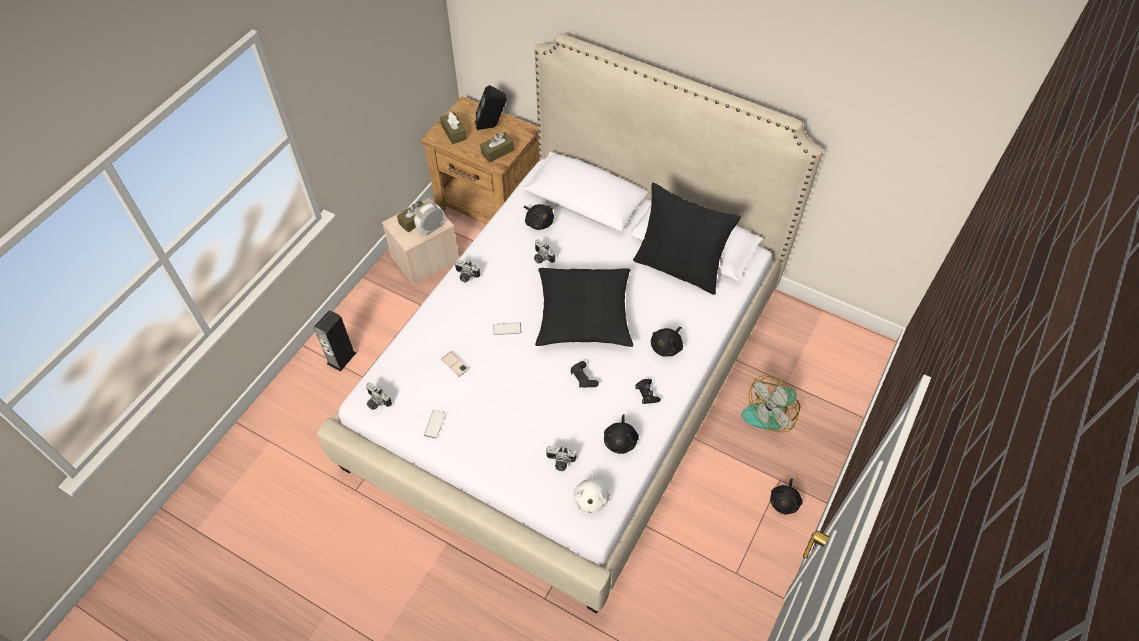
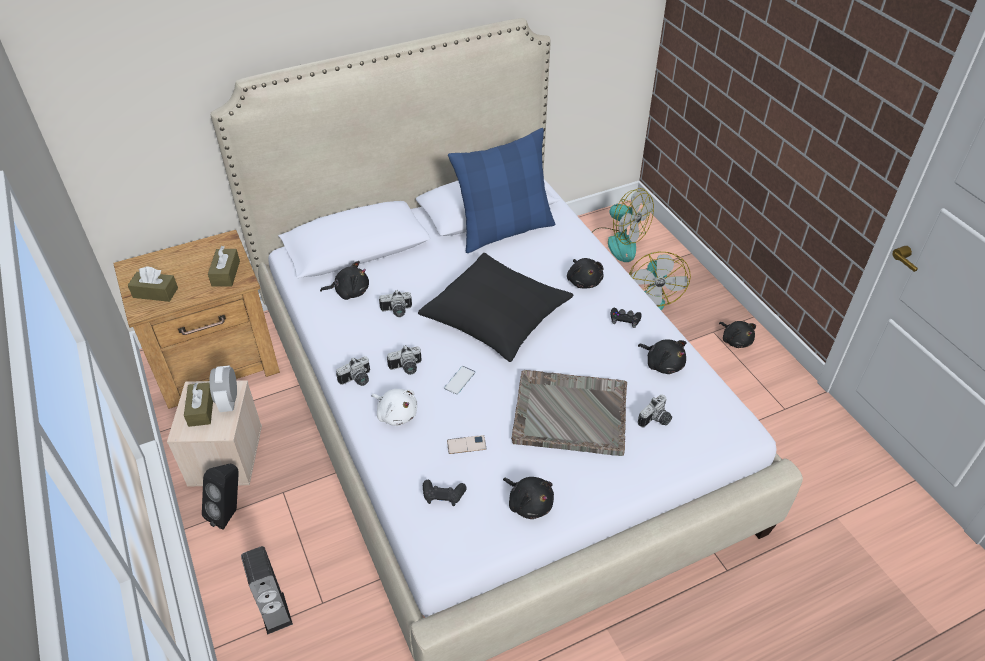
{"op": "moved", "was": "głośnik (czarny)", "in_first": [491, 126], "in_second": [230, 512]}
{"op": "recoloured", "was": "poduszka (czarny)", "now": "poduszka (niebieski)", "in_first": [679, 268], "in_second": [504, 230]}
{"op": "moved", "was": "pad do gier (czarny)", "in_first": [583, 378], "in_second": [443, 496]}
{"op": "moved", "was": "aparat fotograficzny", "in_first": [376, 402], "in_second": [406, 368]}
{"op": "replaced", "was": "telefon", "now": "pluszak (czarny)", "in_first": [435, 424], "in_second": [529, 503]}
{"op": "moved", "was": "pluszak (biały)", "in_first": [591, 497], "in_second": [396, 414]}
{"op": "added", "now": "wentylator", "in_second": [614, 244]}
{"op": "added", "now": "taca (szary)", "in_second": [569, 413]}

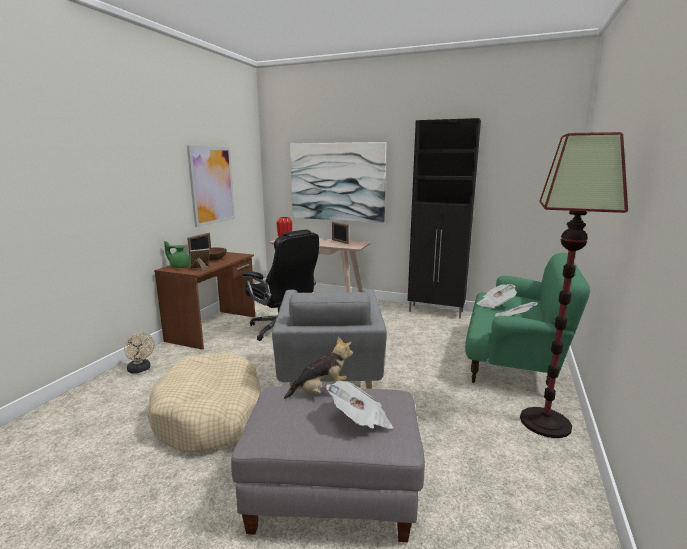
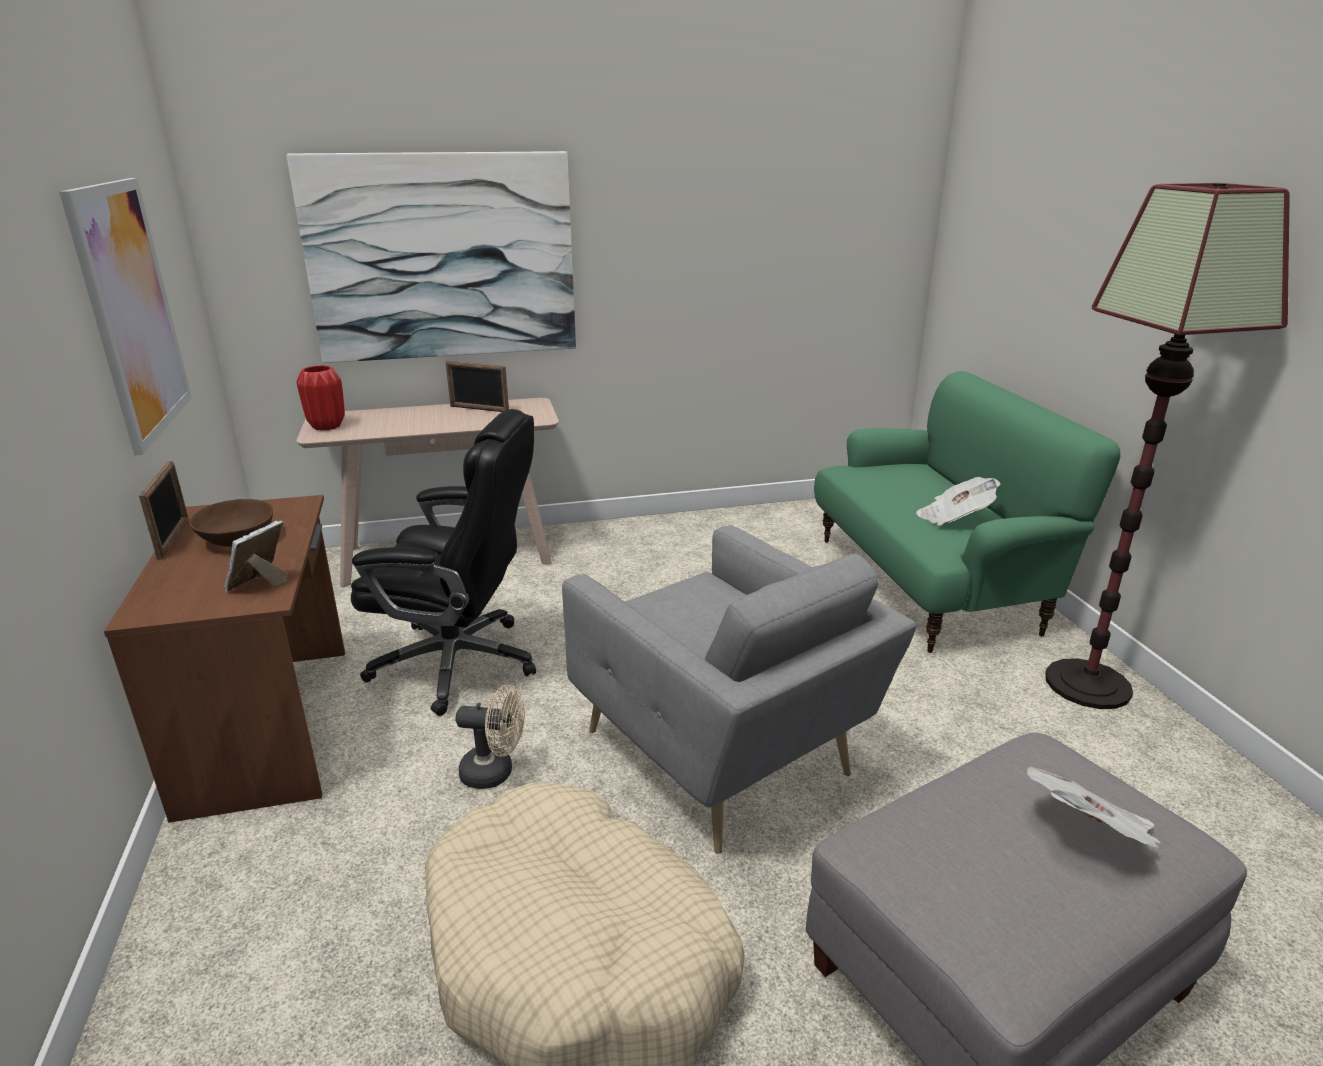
{"op": "removed", "was": "szafka (czarny)", "in_first": [436, 311]}
{"op": "removed", "was": "imbryk (zielony)", "in_first": [179, 266]}
{"op": "removed", "was": "gazeta", "in_first": [495, 305]}
{"op": "moved", "was": "wentylator (beżowy)", "in_first": [140, 369], "in_second": [495, 772]}
{"op": "removed", "was": "pluszak", "in_first": [321, 392]}

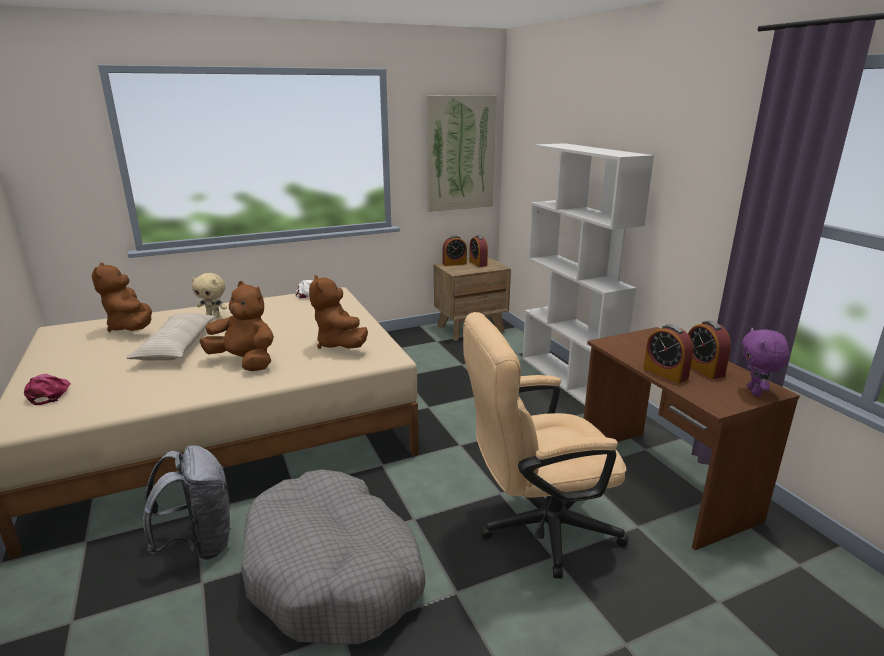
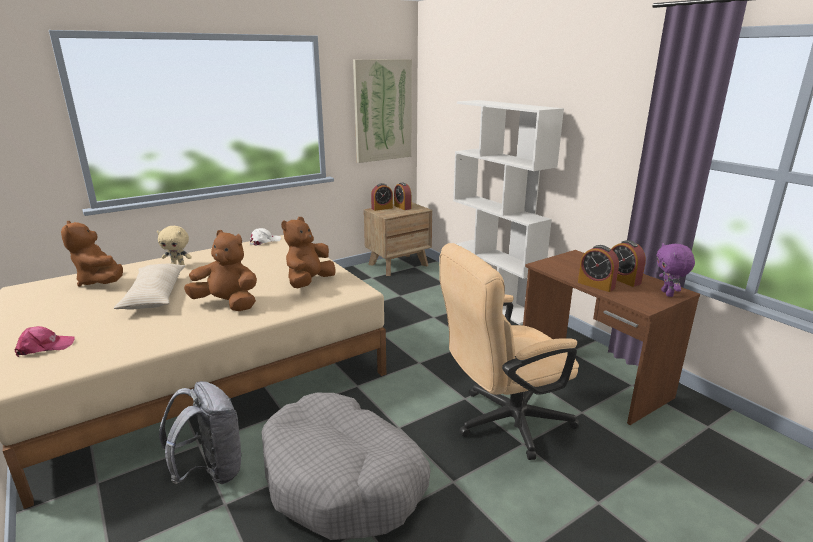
{"op": "turned", "was": "pluszak (brązowy)", "in_first": [340, 344], "in_second": [309, 283], "clockwise": 60}
{"op": "turned", "was": "czapka z daszkiem (różowy)", "in_first": [49, 393], "in_second": [44, 347], "clockwise": 90}

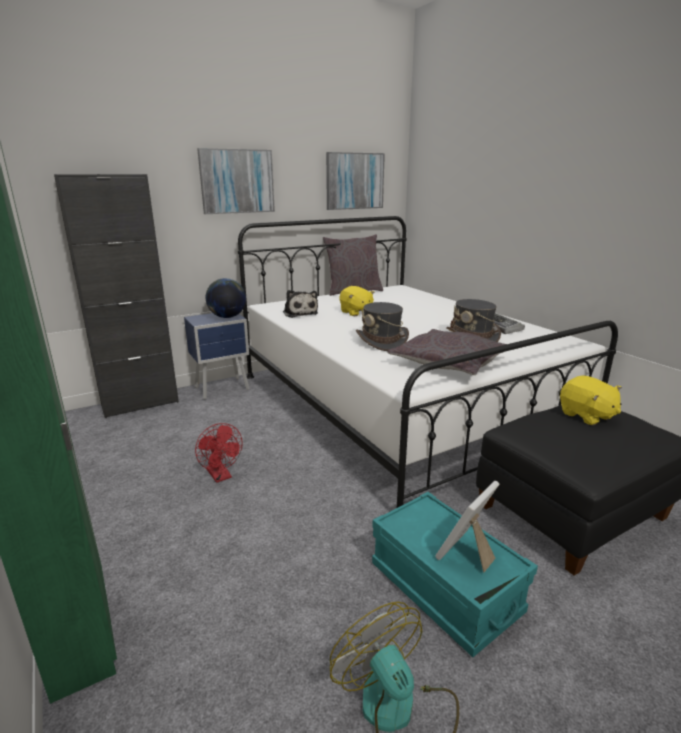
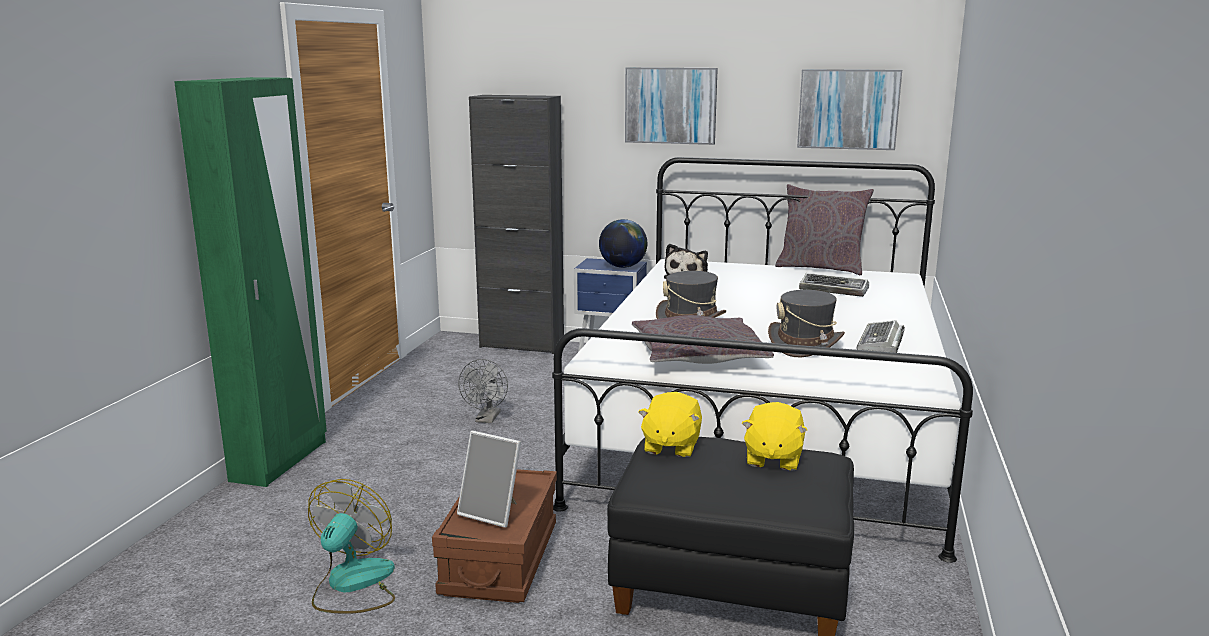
{"op": "moved", "was": "pluszak (żółty)", "in_first": [355, 312], "in_second": [670, 446]}
{"op": "recoloured", "was": "wentylator (czerwony)", "now": "wentylator (szary)", "in_first": [221, 476], "in_second": [487, 419]}
{"op": "turned", "was": "ramka na zdjęcie", "in_first": [466, 553], "in_second": [493, 512], "clockwise": -150}
{"op": "recoloured", "was": "pojemnik do przechowywania (turkusowy)", "now": "pojemnik do przechowywania (brązowy)", "in_first": [444, 588], "in_second": [500, 559]}
{"op": "added", "now": "klawiatura", "in_second": [834, 290]}

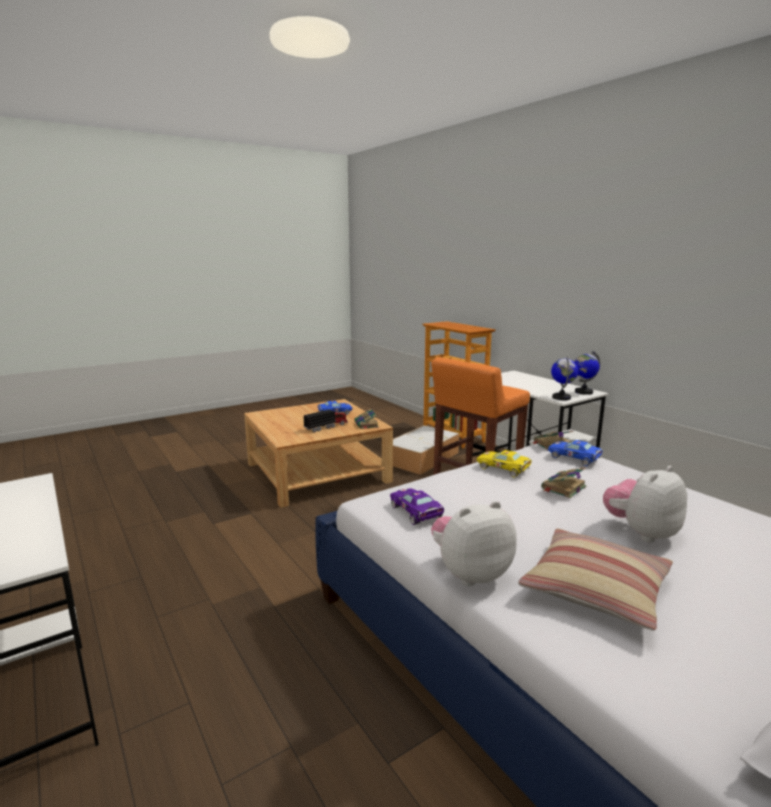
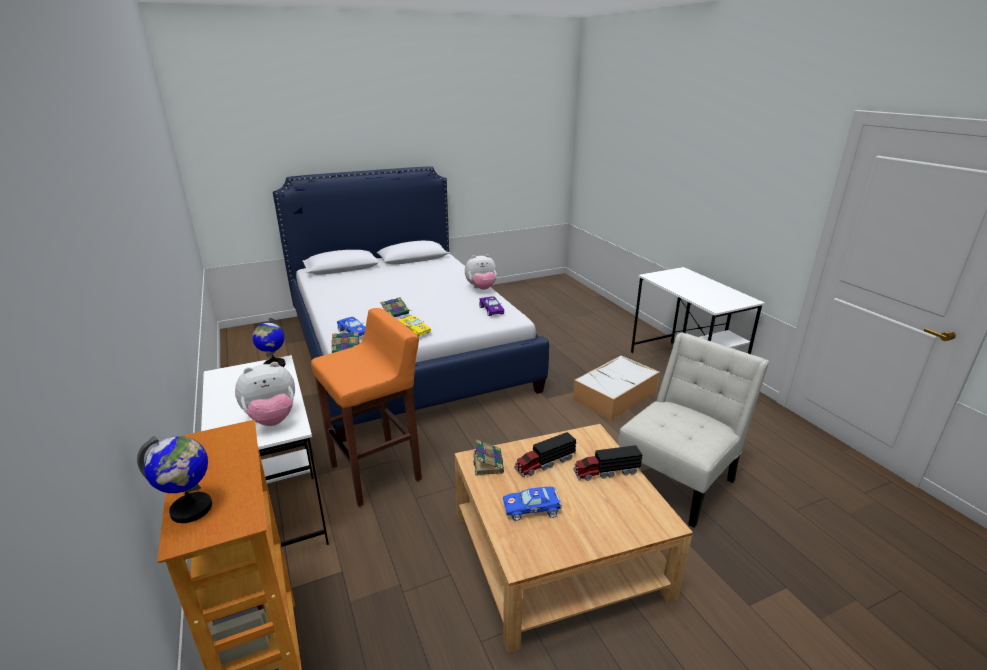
{"op": "moved", "was": "globus", "in_first": [583, 392], "in_second": [191, 509]}
{"op": "moved", "was": "pojemnik do przechowywania", "in_first": [422, 457], "in_second": [614, 396]}
{"op": "moved", "was": "pluszak", "in_first": [641, 532], "in_second": [272, 419]}
{"op": "removed", "was": "poduszka", "in_first": [595, 588]}
{"op": "added", "now": "krzesło (biały)", "in_second": [678, 479]}
{"op": "added", "now": "ciężarówka zabawkowa", "in_second": [605, 472]}

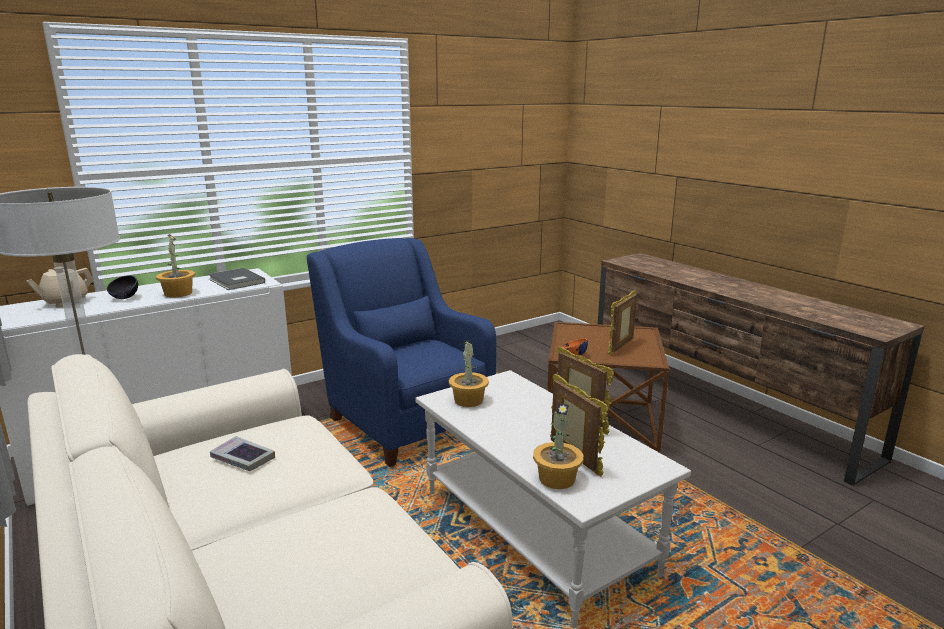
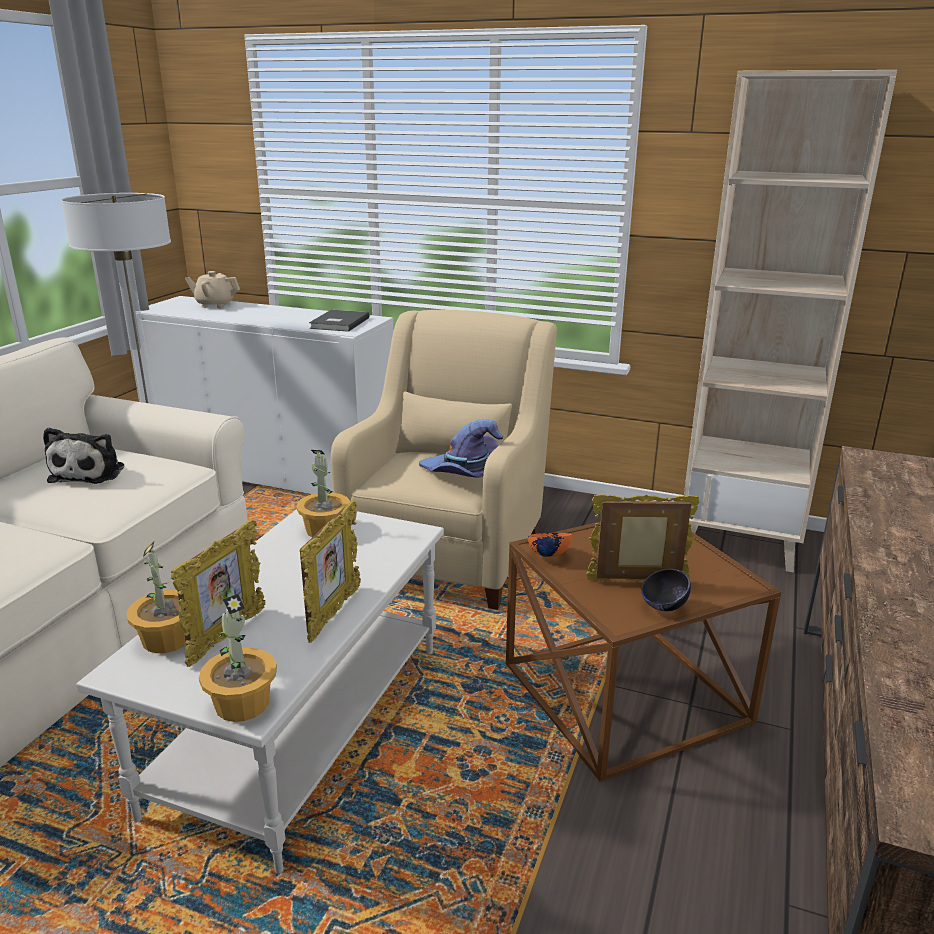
{"op": "moved", "was": "roślina doniczkowa", "in_first": [178, 293], "in_second": [242, 703]}
{"op": "recoloured", "was": "fotel (niebieski)", "now": "fotel (beżowy)", "in_first": [405, 420], "in_second": [450, 551]}
{"op": "moved", "was": "miska (czarny)", "in_first": [124, 298], "in_second": [663, 606]}
{"op": "replaced", "was": "książka", "now": "pluszak", "in_first": [243, 458], "in_second": [90, 472]}
{"op": "added", "now": "regał (beżowy)", "in_second": [740, 541]}
{"op": "added", "now": "kapelusz (fioletowy)", "in_second": [465, 473]}

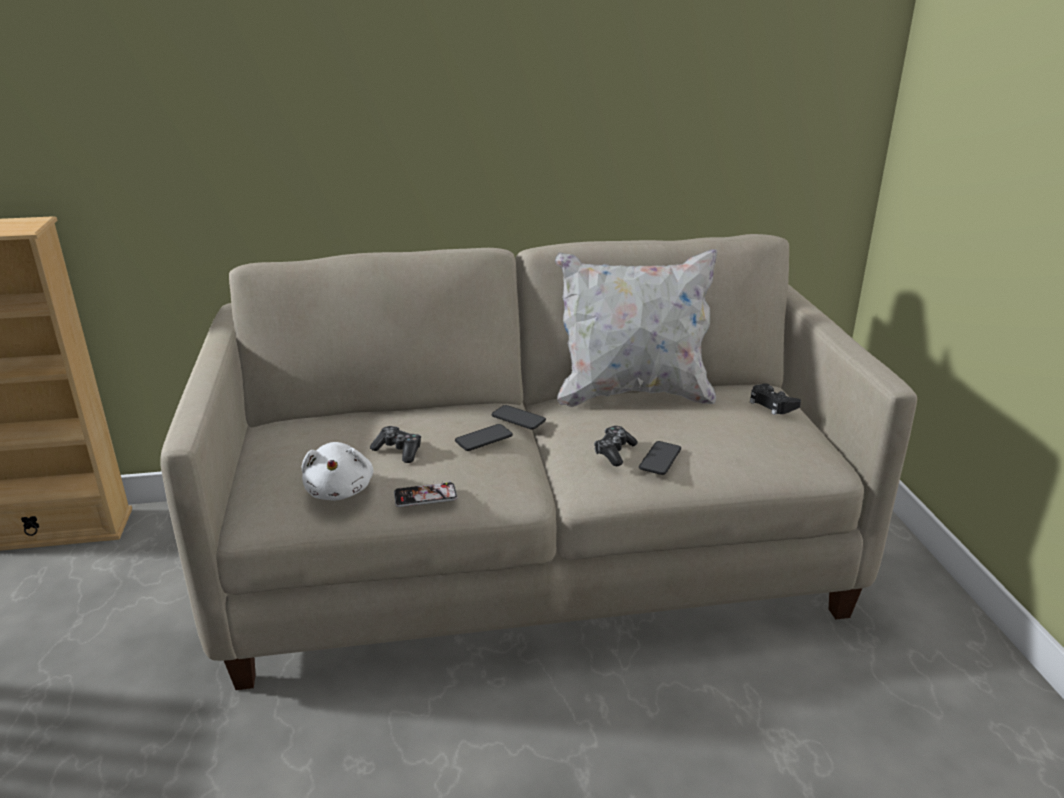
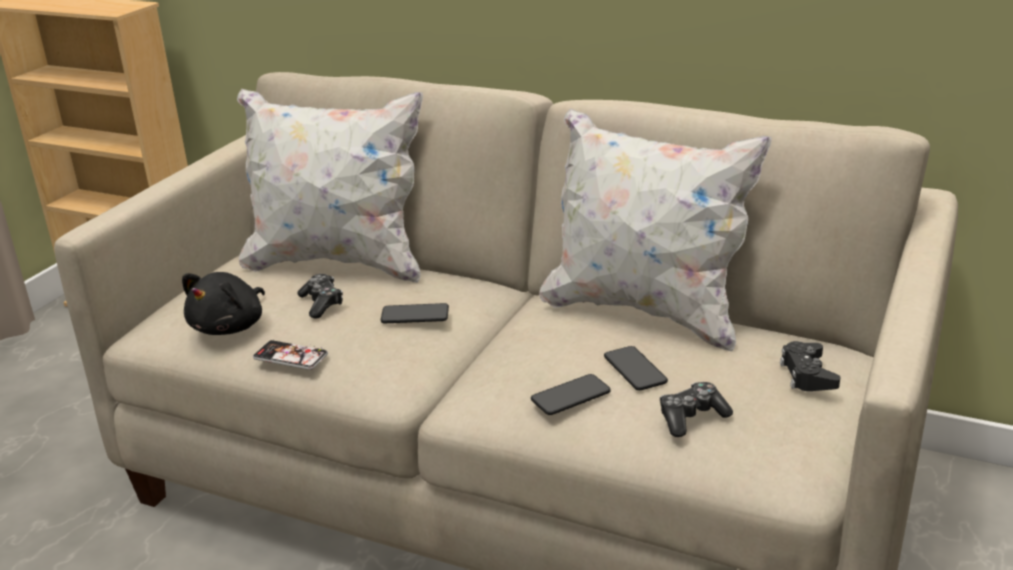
{"op": "moved", "was": "telefon", "in_first": [518, 418], "in_second": [635, 369]}
{"op": "moved", "was": "pad do gier", "in_first": [614, 452], "in_second": [691, 417]}
{"op": "recoloured", "was": "pluszak (biały)", "now": "pluszak (czarny)", "in_first": [340, 490], "in_second": [230, 327]}
{"op": "added", "now": "poduszka (biały)", "in_second": [338, 263]}

